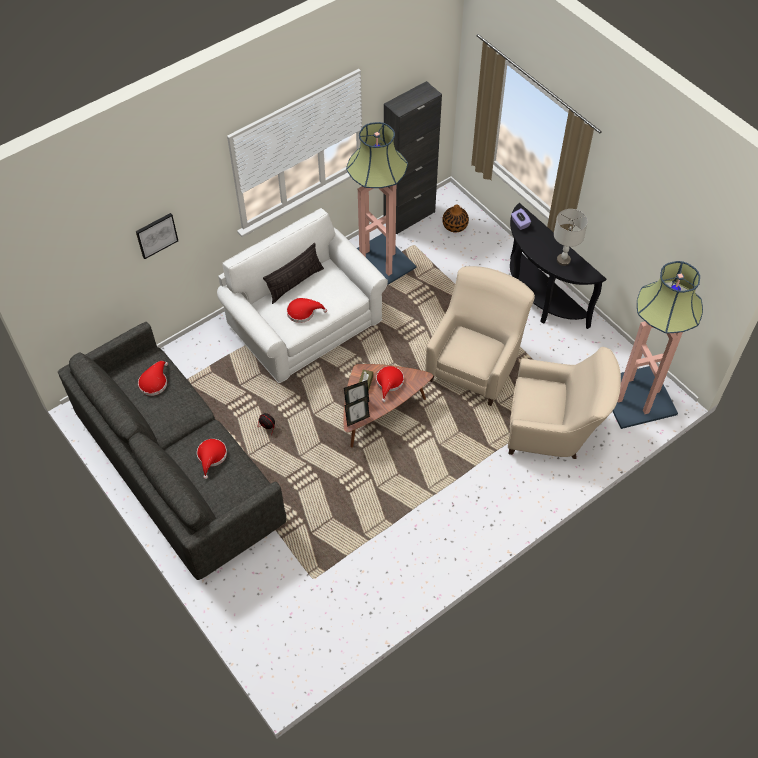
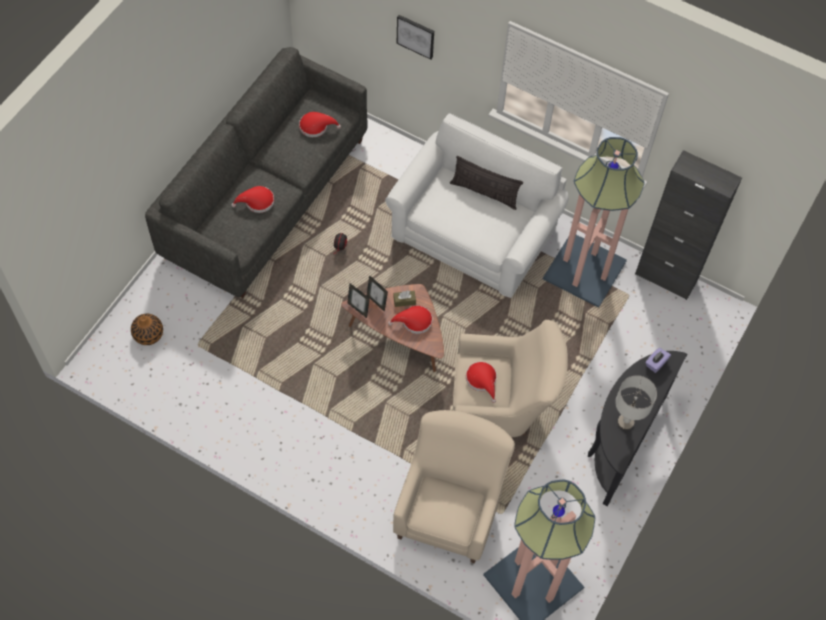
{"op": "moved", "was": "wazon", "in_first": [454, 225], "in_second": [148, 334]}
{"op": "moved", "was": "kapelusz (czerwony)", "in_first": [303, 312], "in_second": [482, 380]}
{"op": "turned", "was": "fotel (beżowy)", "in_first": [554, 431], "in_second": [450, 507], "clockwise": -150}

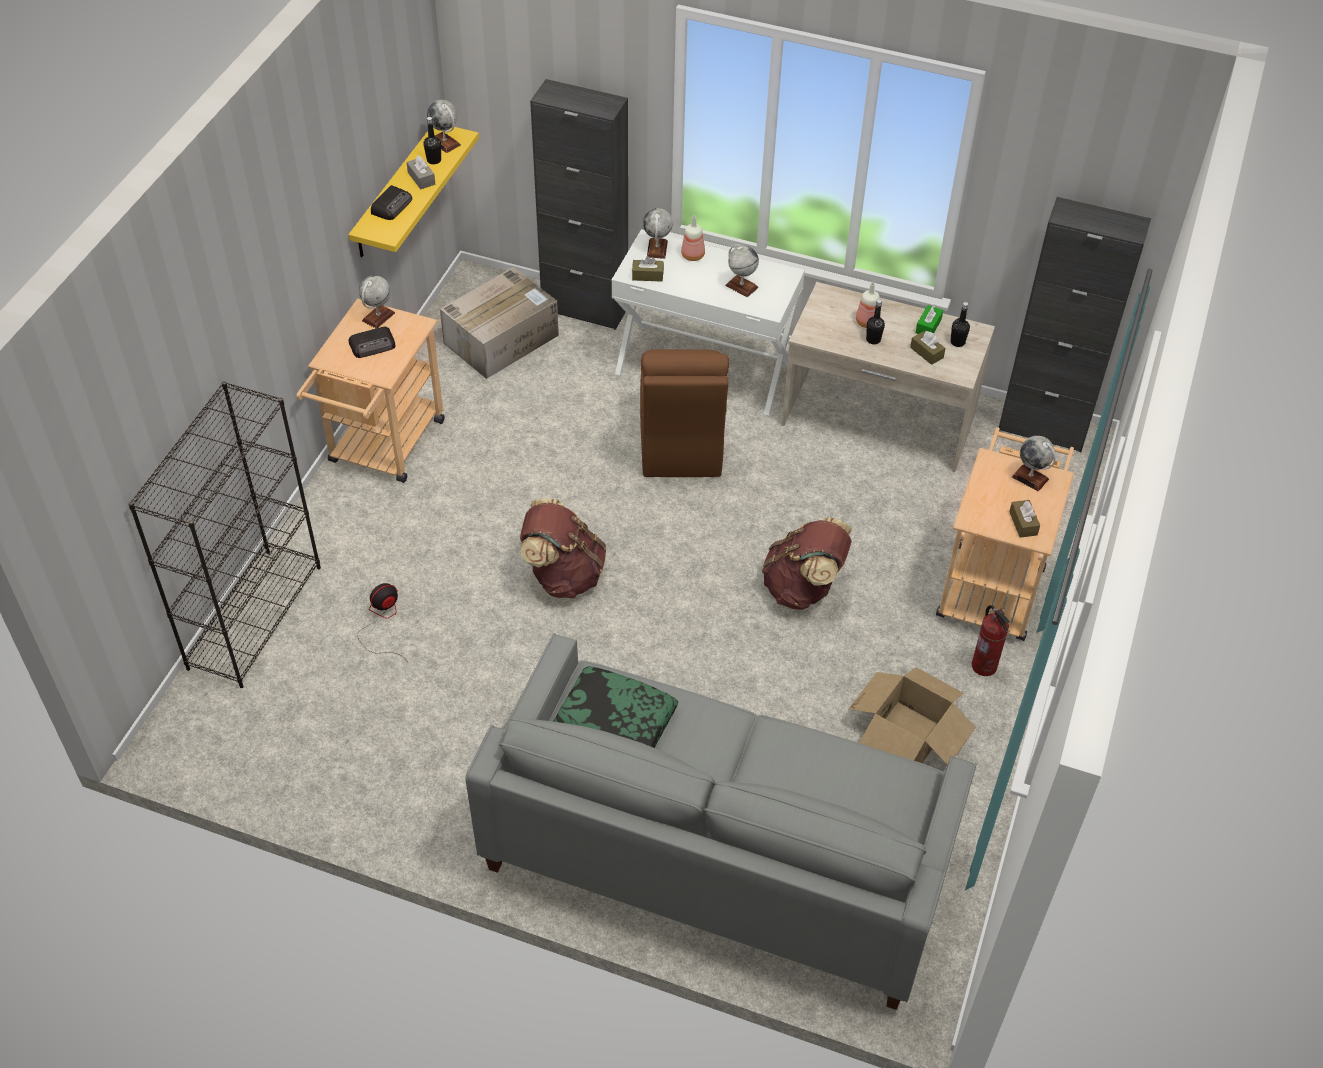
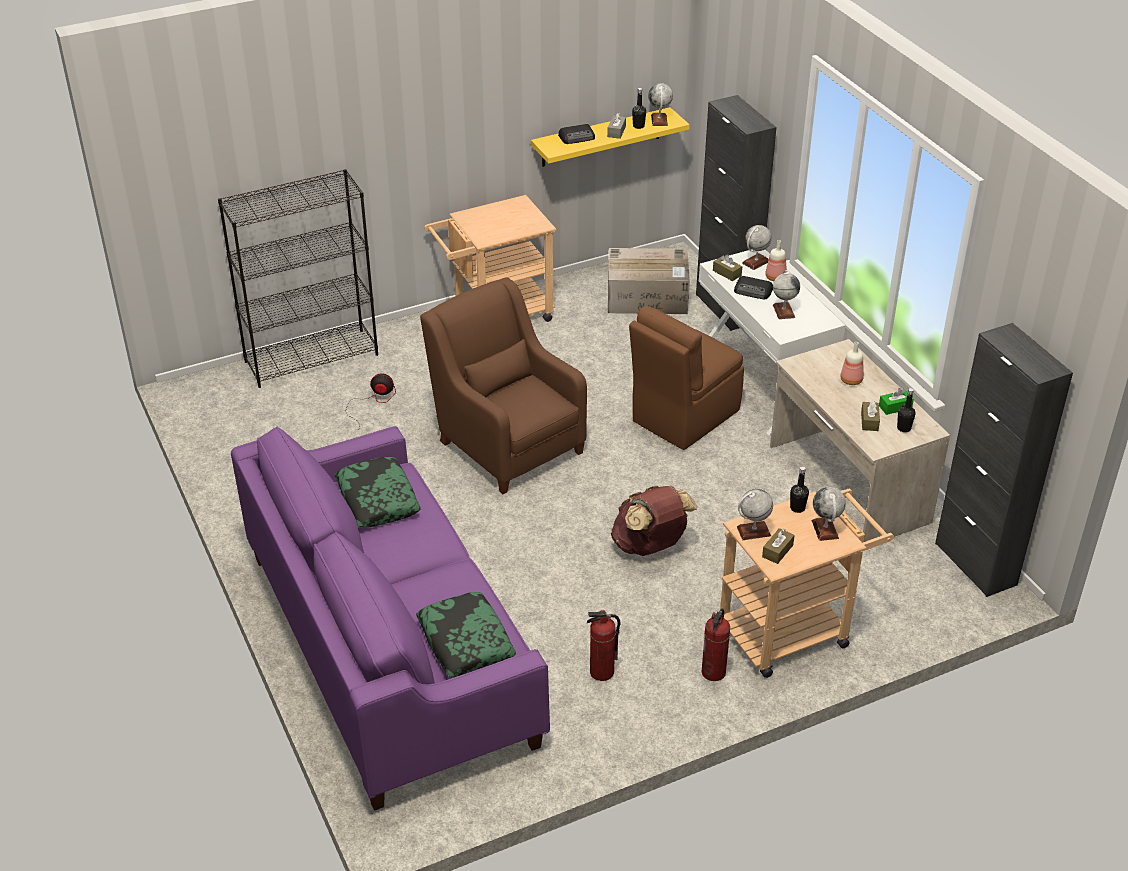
{"op": "moved", "was": "globus", "in_first": [378, 317], "in_second": [753, 531]}
{"op": "moved", "was": "butelka (czarny)", "in_first": [873, 339], "in_second": [797, 508]}
{"op": "moved", "was": "radio", "in_first": [373, 345], "in_second": [753, 291]}
{"op": "replaced", "was": "plecak (brązowy)", "now": "fotel (brązowy)", "in_first": [563, 575], "in_second": [507, 443]}
{"op": "recoloured", "was": "kanapa (szary)", "now": "kanapa (fioletowy)", "in_first": [719, 854], "in_second": [390, 648]}
{"op": "replaced", "was": "karton", "now": "gaśnica", "in_first": [908, 734], "in_second": [601, 672]}
{"op": "added", "now": "poduszka", "in_second": [465, 642]}

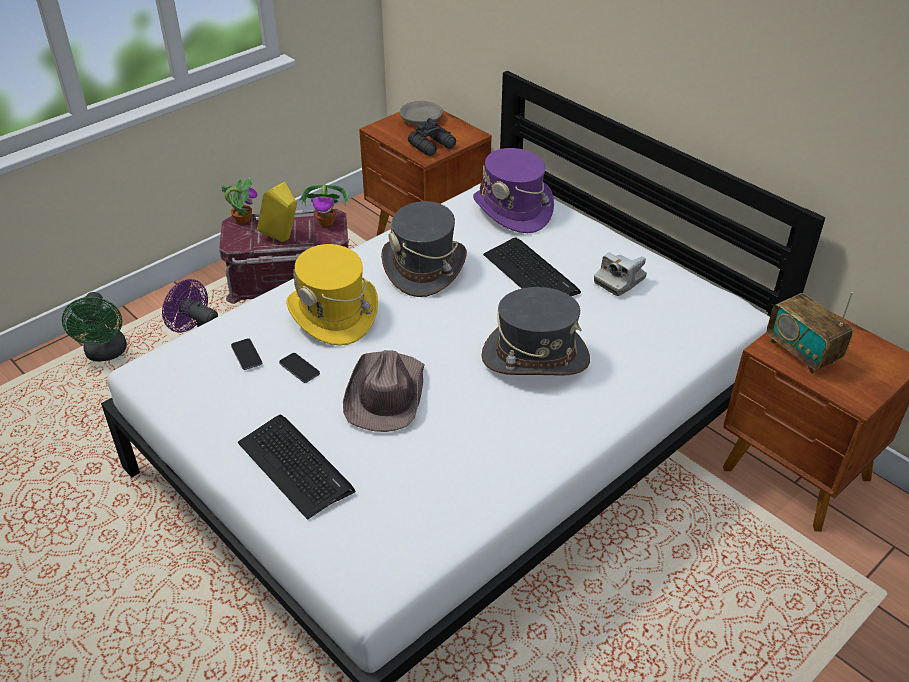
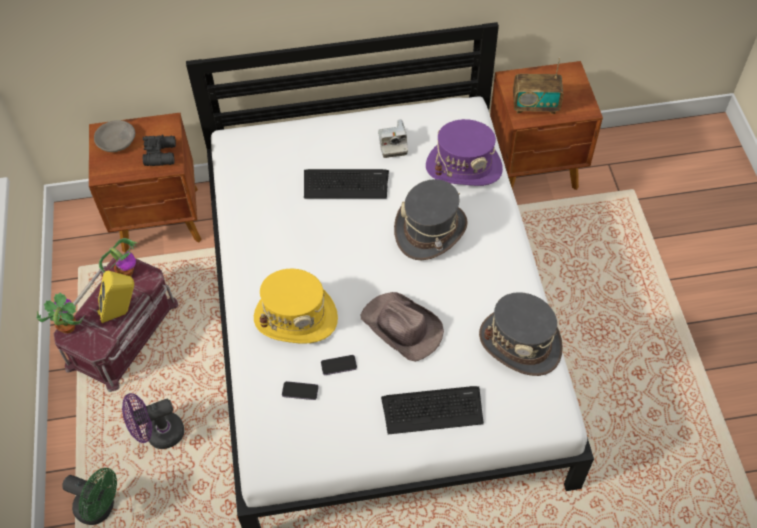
{"op": "moved", "was": "kapelusz (fioletowy)", "in_first": [513, 209], "in_second": [464, 167]}
{"op": "moved", "was": "kapelusz (szary)", "in_first": [424, 267], "in_second": [520, 343]}

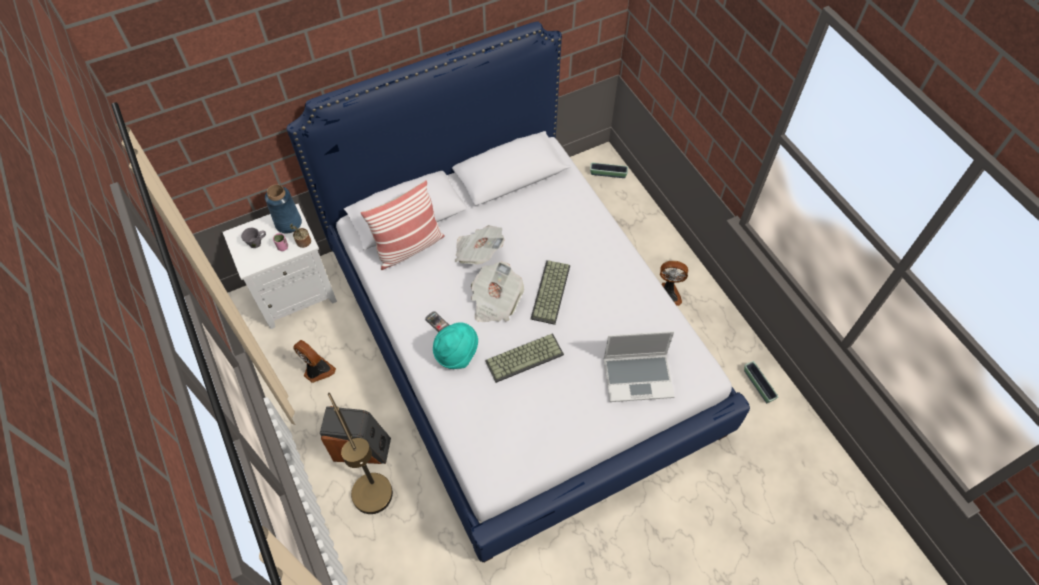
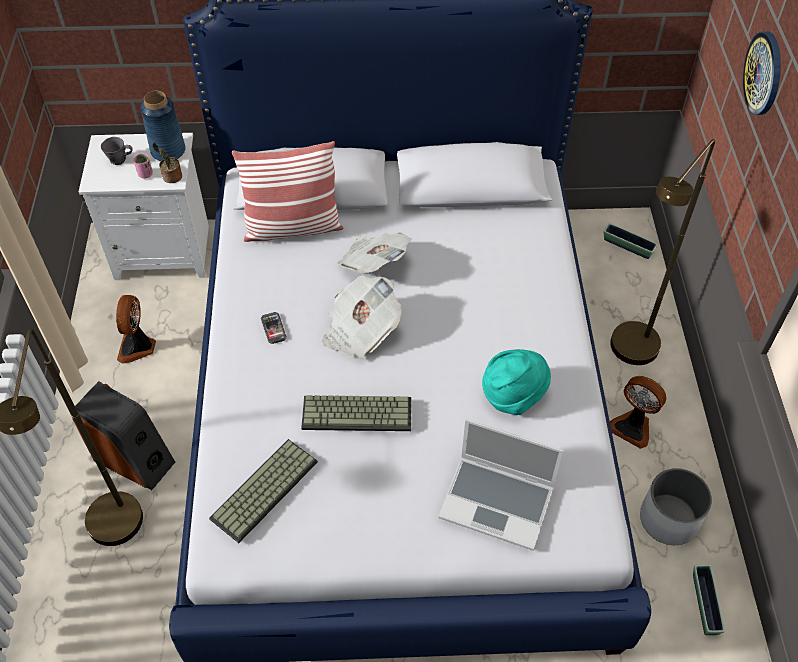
{"op": "moved", "was": "klawiatura", "in_first": [551, 293], "in_second": [265, 492]}
{"op": "moved", "was": "kapelusz (turkusowy)", "in_first": [456, 354], "in_second": [513, 395]}
{"op": "turned", "was": "wentylator", "in_first": [317, 370], "in_second": [137, 347], "clockwise": -150}
{"op": "added", "now": "zegar ścienny", "in_second": [763, 73]}
{"op": "added", "now": "lampa stojąca (brązowy)", "in_second": [629, 355]}
{"op": "added", "now": "donica (biały)", "in_second": [669, 519]}

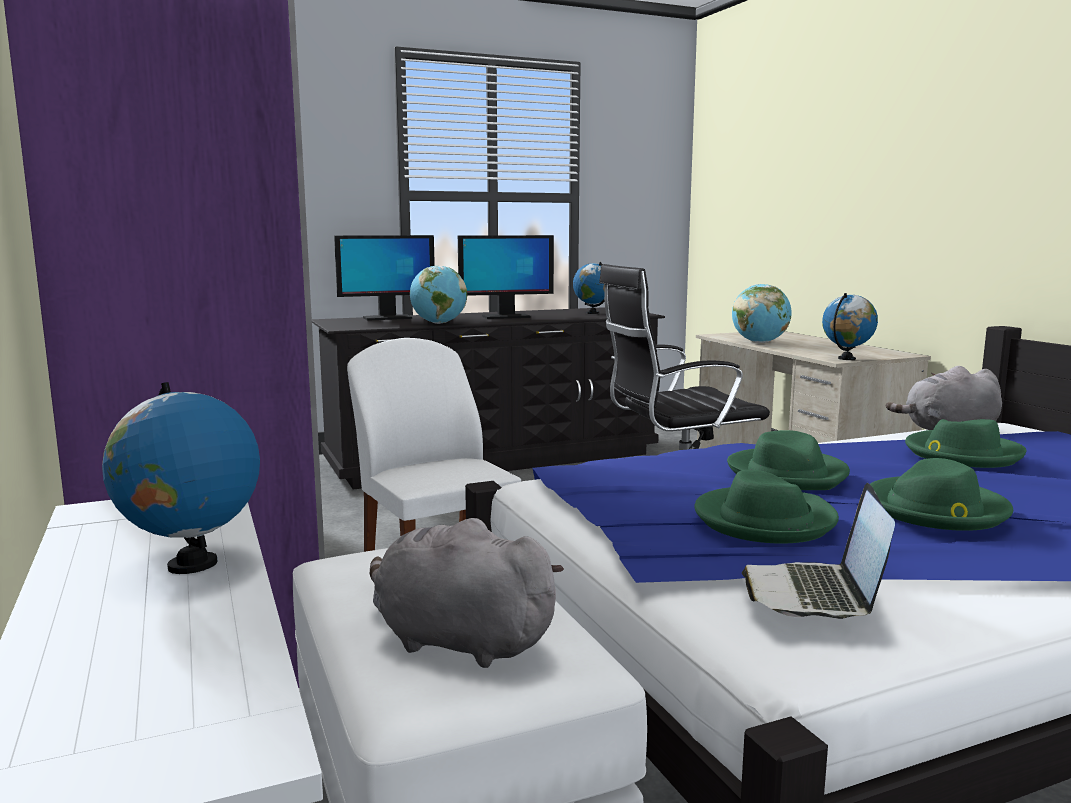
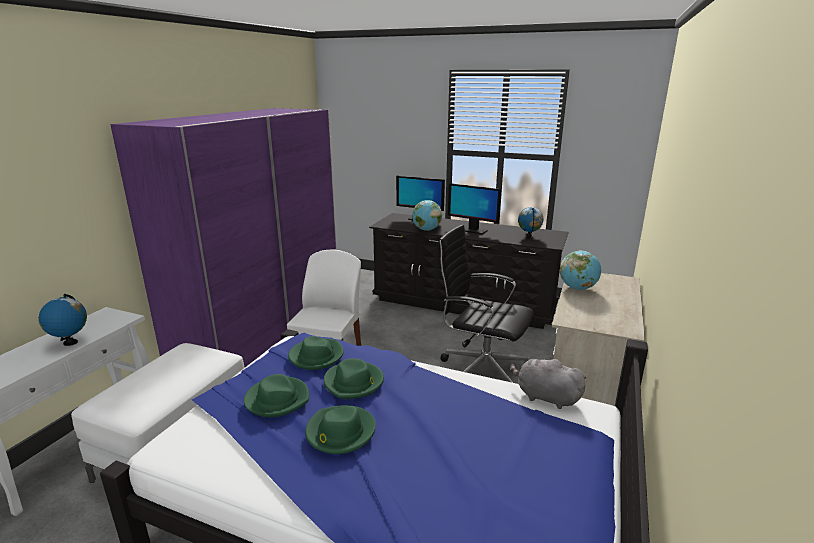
{"op": "removed", "was": "globus", "in_first": [847, 359]}
{"op": "moved", "was": "kapelusz (zielony)", "in_first": [961, 454], "in_second": [316, 356]}
{"op": "removed", "was": "laptop", "in_first": [814, 594]}
{"op": "removed", "was": "pluszak (szary)", "in_first": [457, 641]}

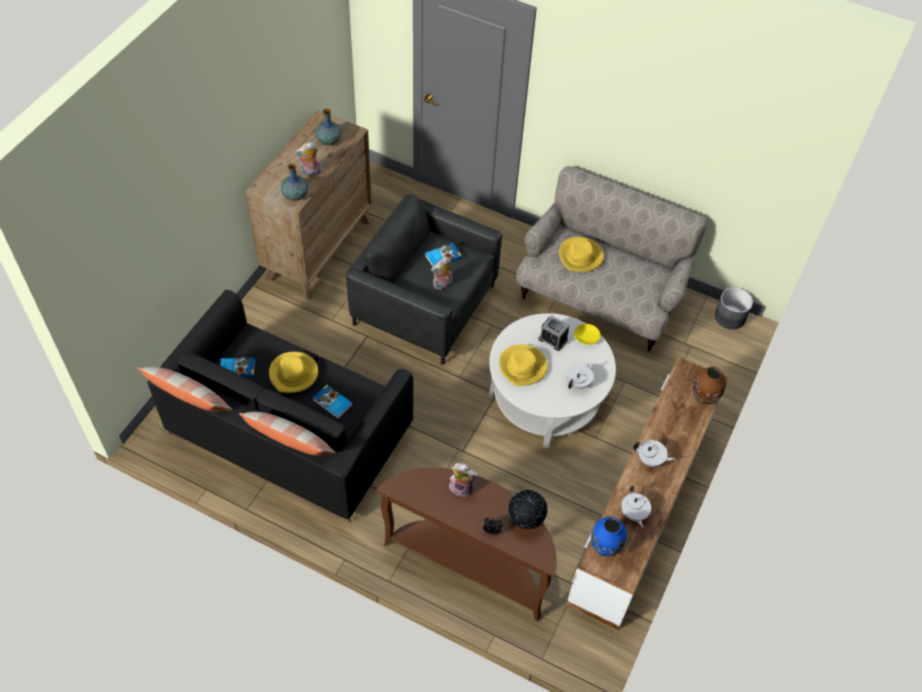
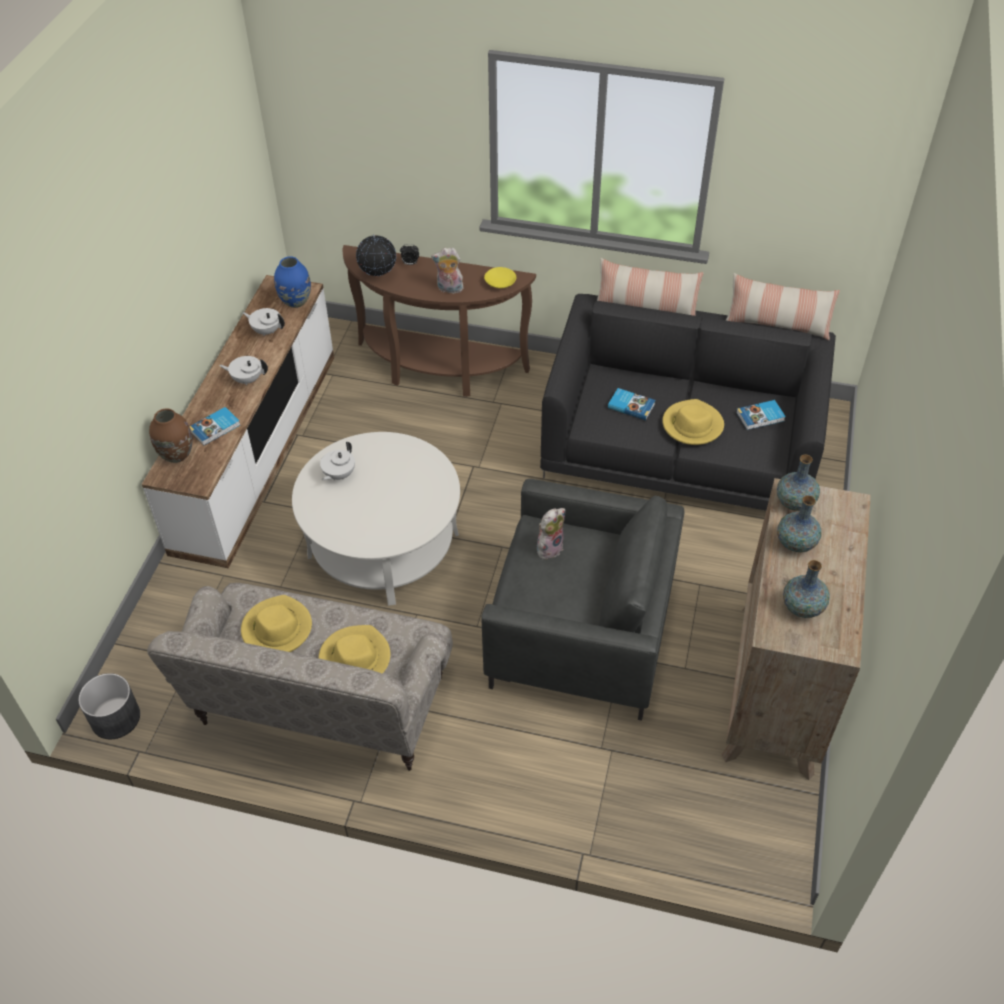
{"op": "replaced", "was": "pluszak", "now": "wazon", "in_first": [310, 173], "in_second": [795, 543]}
{"op": "moved", "was": "książka", "in_first": [442, 257], "in_second": [215, 428]}
{"op": "removed", "was": "budzik", "in_first": [553, 339]}
{"op": "moved", "was": "miska (żółty)", "in_first": [586, 337], "in_second": [500, 283]}
{"op": "moved", "was": "kapelusz (żółty)", "in_first": [523, 366], "in_second": [276, 629]}
{"op": "turned", "was": "imbryk (biały)", "in_first": [633, 514], "in_second": [266, 331], "clockwise": -45}

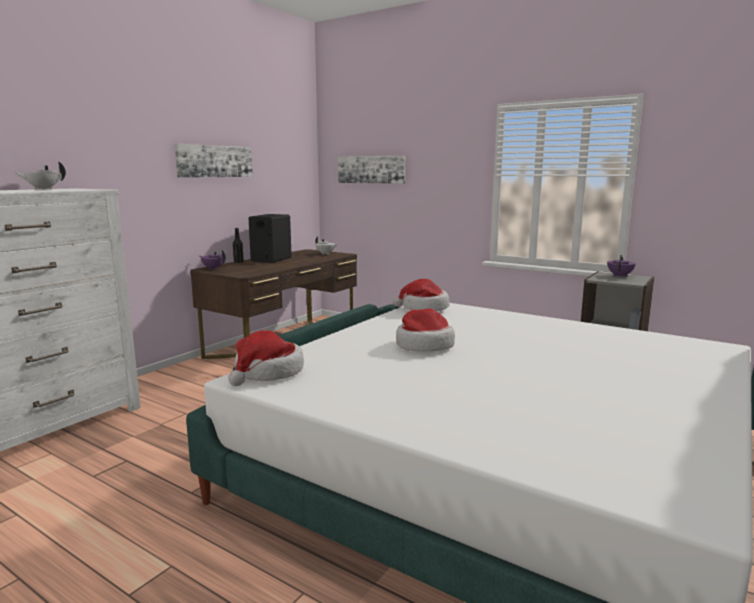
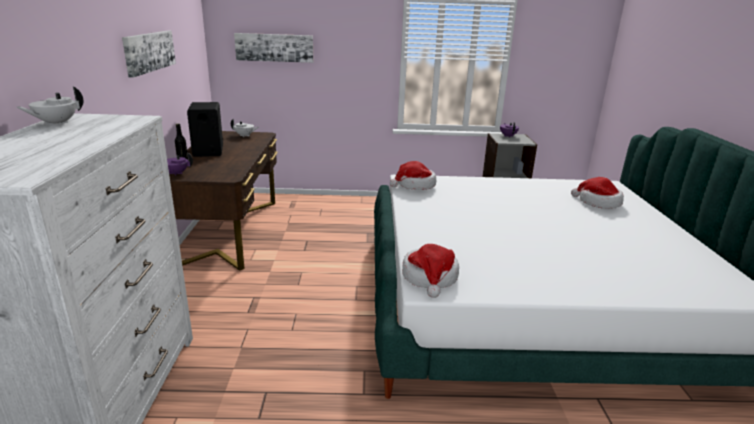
{"op": "moved", "was": "kapelusz", "in_first": [423, 345], "in_second": [598, 202]}

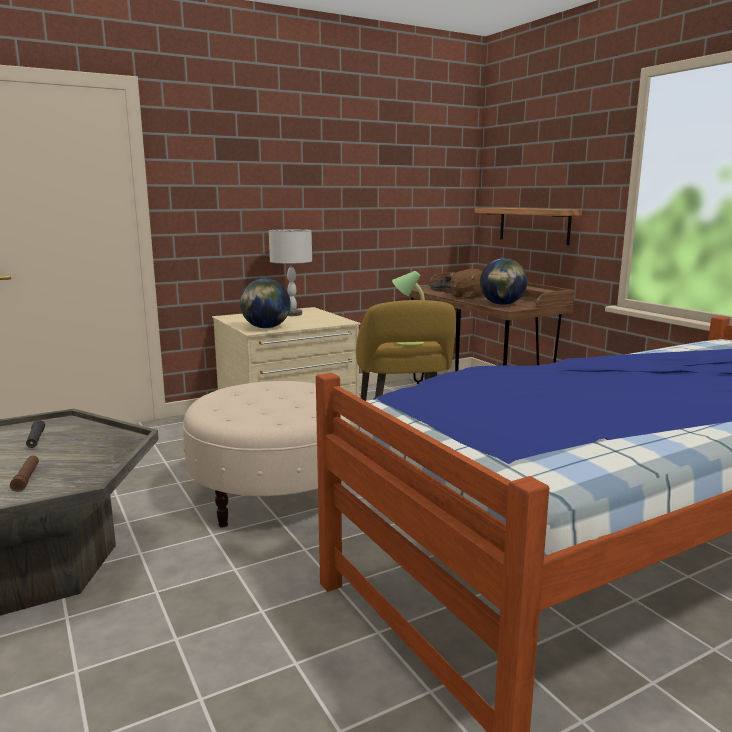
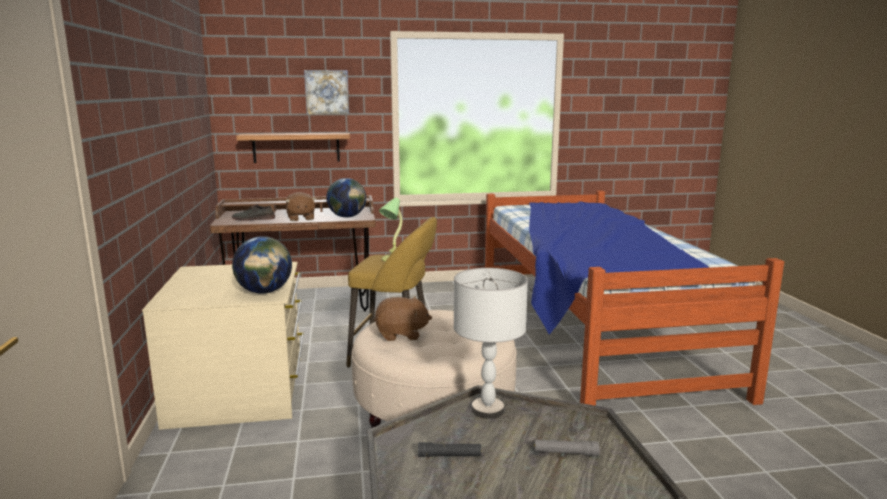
{"op": "moved", "was": "lampa stołowa (szary)", "in_first": [292, 314], "in_second": [488, 410]}
{"op": "recoloured", "was": "latarka (brązowy)", "now": "latarka (szary)", "in_first": [26, 478], "in_second": [565, 453]}
{"op": "added", "now": "obraz", "in_second": [327, 92]}
{"op": "added", "now": "pluszak (brązowy)", "in_second": [401, 334]}

